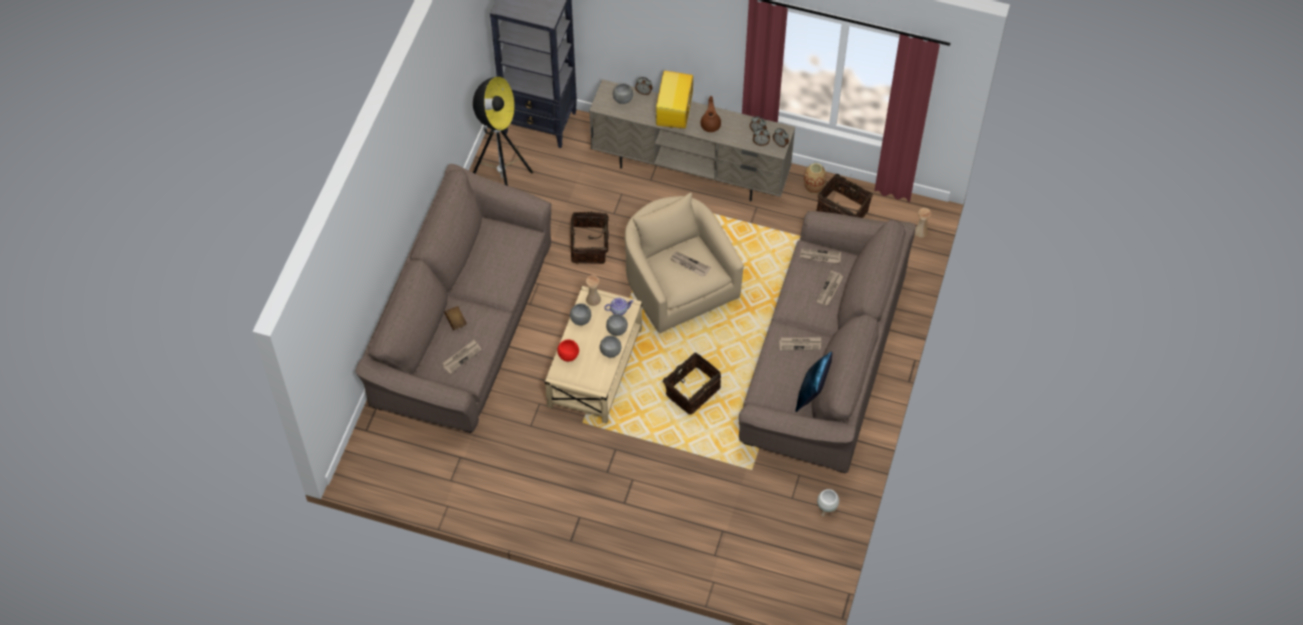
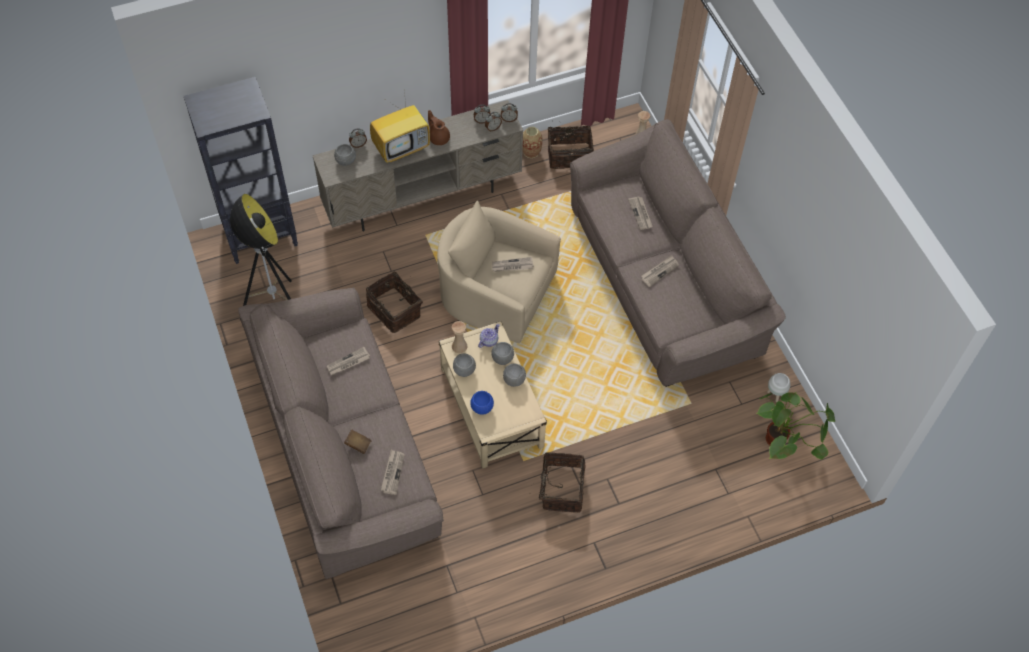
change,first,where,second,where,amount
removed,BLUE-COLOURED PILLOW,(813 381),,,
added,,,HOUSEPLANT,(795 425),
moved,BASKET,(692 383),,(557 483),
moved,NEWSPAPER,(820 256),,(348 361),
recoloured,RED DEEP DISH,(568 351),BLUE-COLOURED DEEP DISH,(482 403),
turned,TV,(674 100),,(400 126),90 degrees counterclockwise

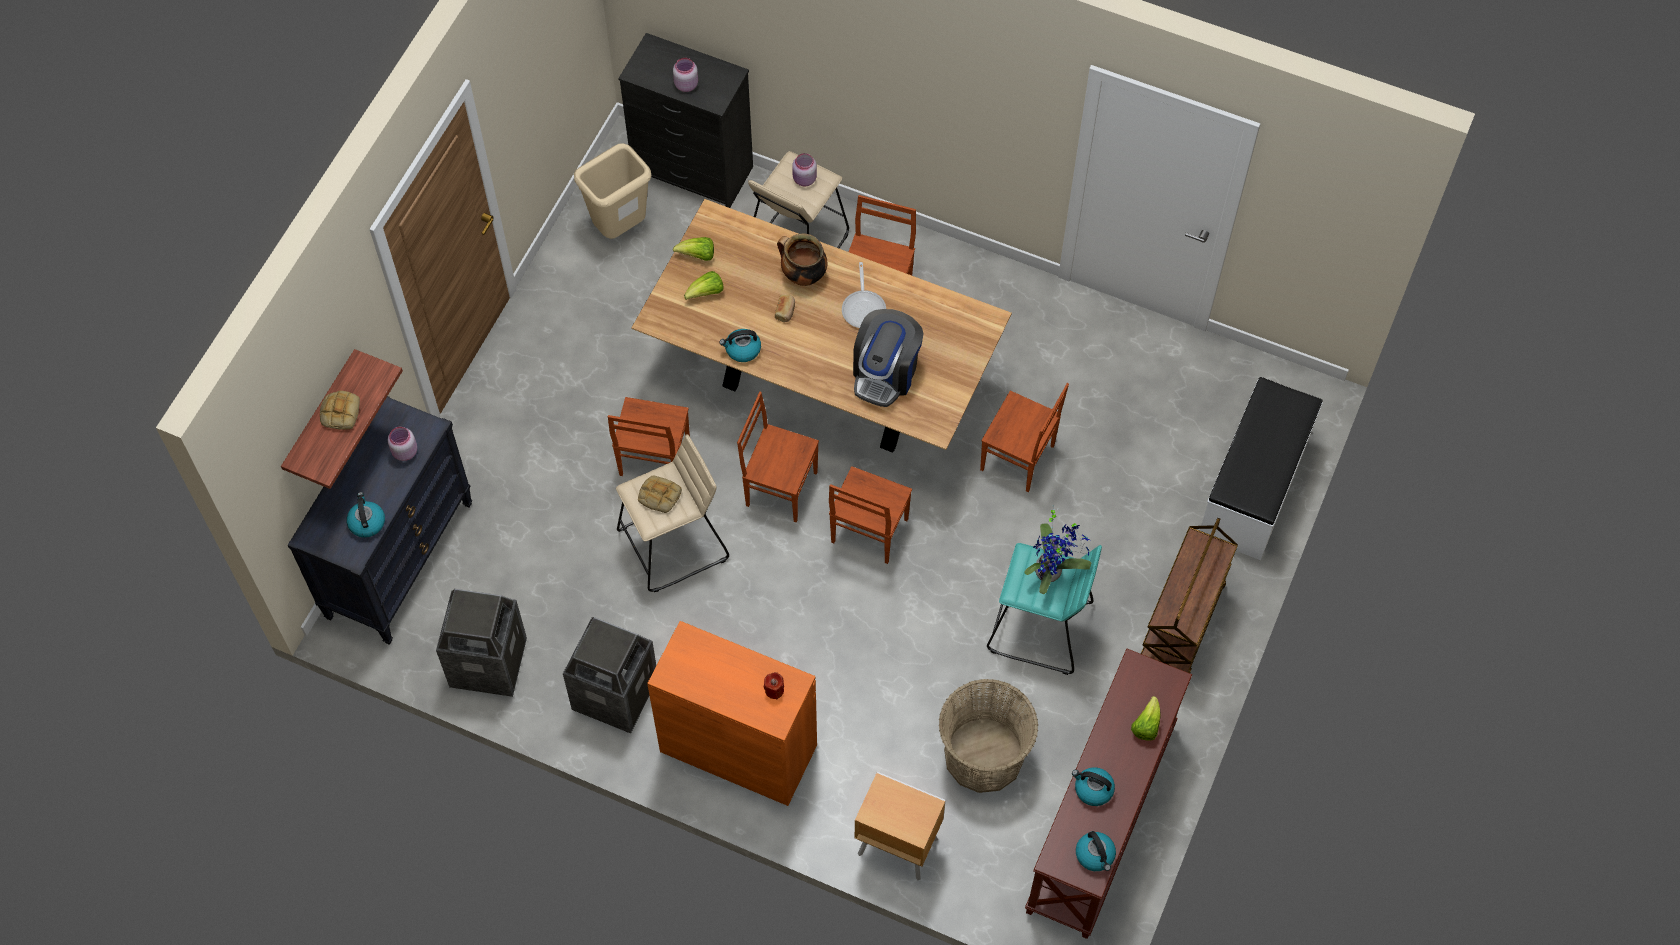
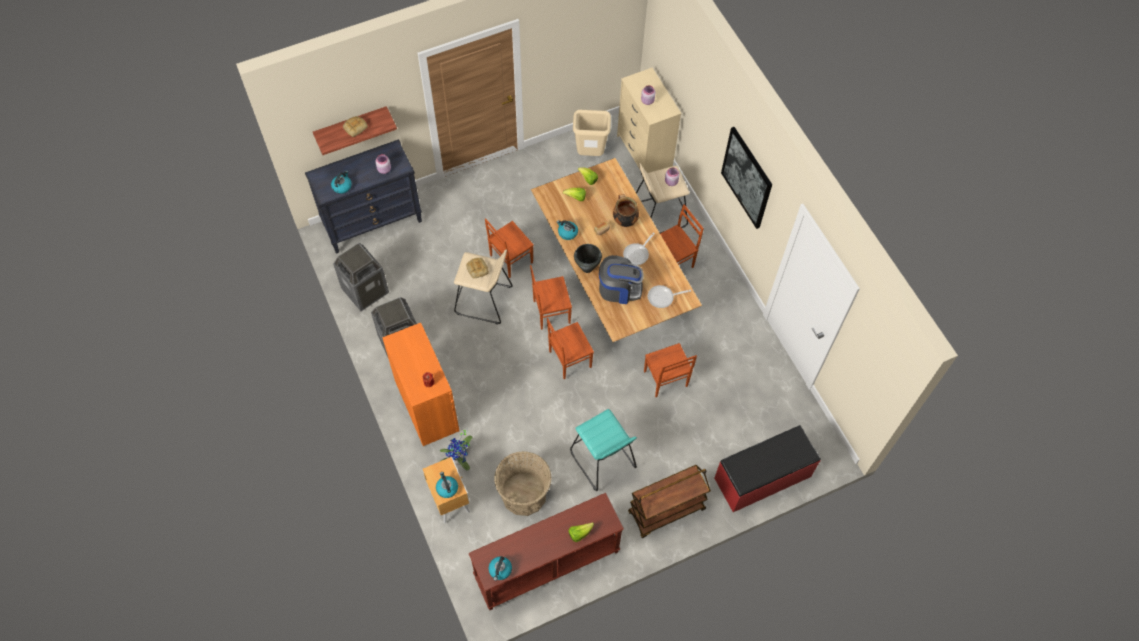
change,first,where,second,where,amount
added,,,BLACKISH COOKING POT,(588 258),
added,,,PAN,(669 296),
added,,,WALL ART,(746 178),
moved,HOUSEPLANT,(1057 549),,(456 450),
moved,WATER KETTLE,(1093 786),,(447 485),
recoloured,BLACKISH DRAWER CHEST,(685 120),BEIGE DRAWER CHEST,(649 123),
recoloured,WHITE BENCH,(1261 468),RED BENCH,(767 468),
turned,BROWN-COLOURED UPRIGHT CHAIR,(778 457),,(551 297),75 degrees counterclockwise
turned,COFFEE BREWER,(888 358),,(621 279),150 degrees counterclockwise

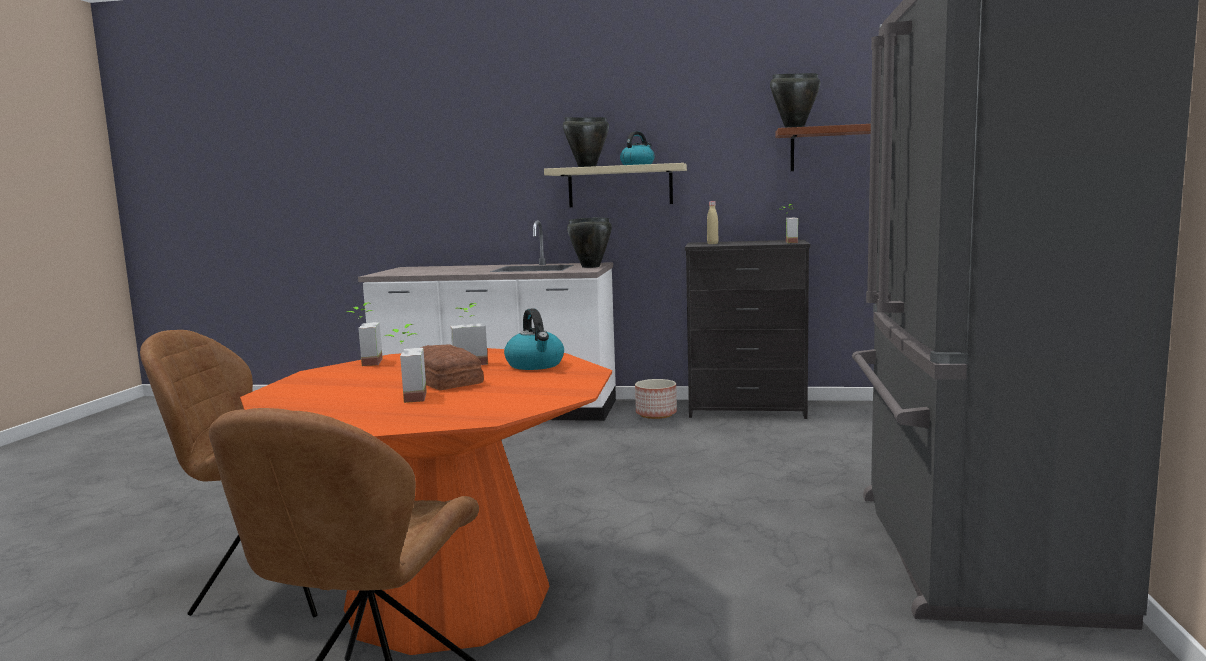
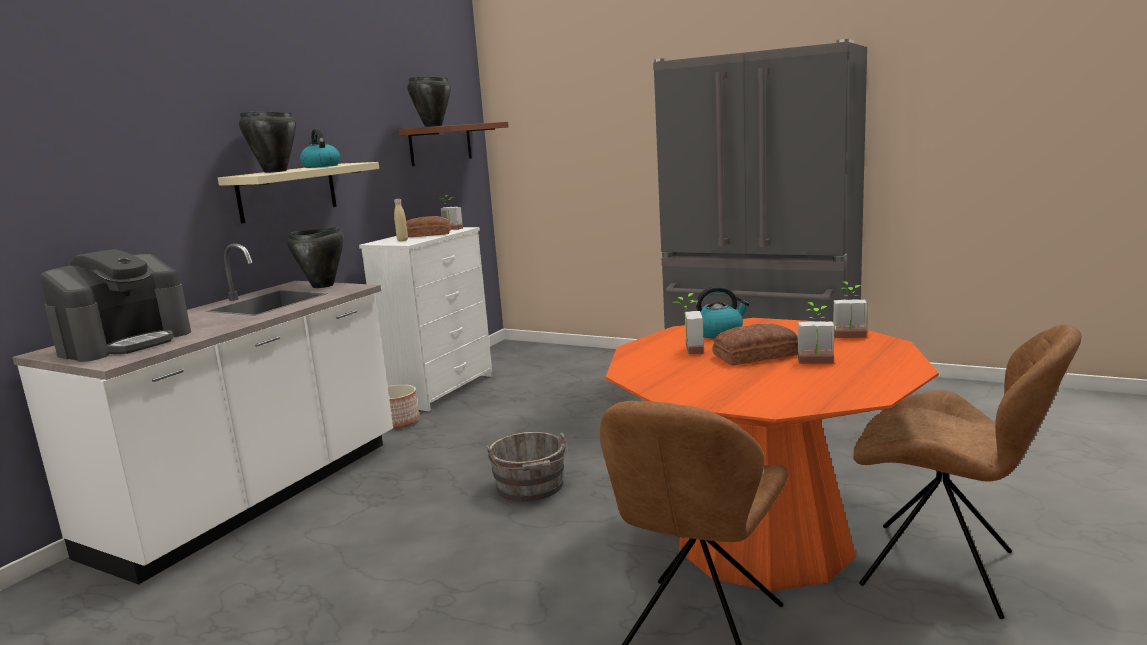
change,first,where,second,where,amount
added,,,COFFEE BREWER,(115 305),
added,,,BAKED BREAD,(428 227),
added,,,GRAY BUCKET,(527 466),
moved,HOUSEPLANT,(365 334),,(850 309),
recoloured,BLACKISH DRAWER CHEST,(747 329),WHITE DRAWER CHEST,(426 319),

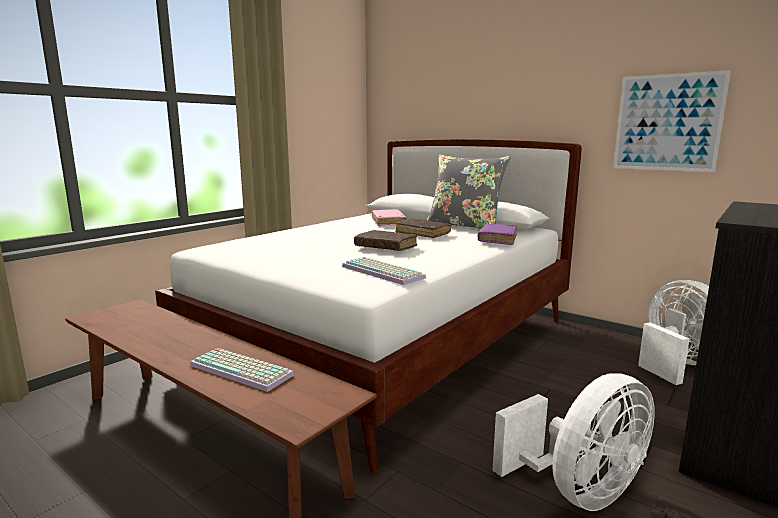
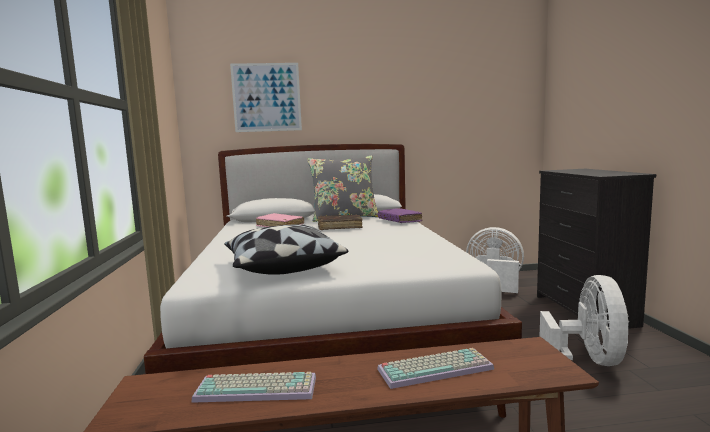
change,first,where,second,where,amount
removed,BROWN-COLOURED BOUND BOOK,(385 240),,,
added,,,PILLOW,(286 249),
moved,KEYBOARD,(384 271),,(253 387),
moved,WALL ART,(672 121),,(266 97),

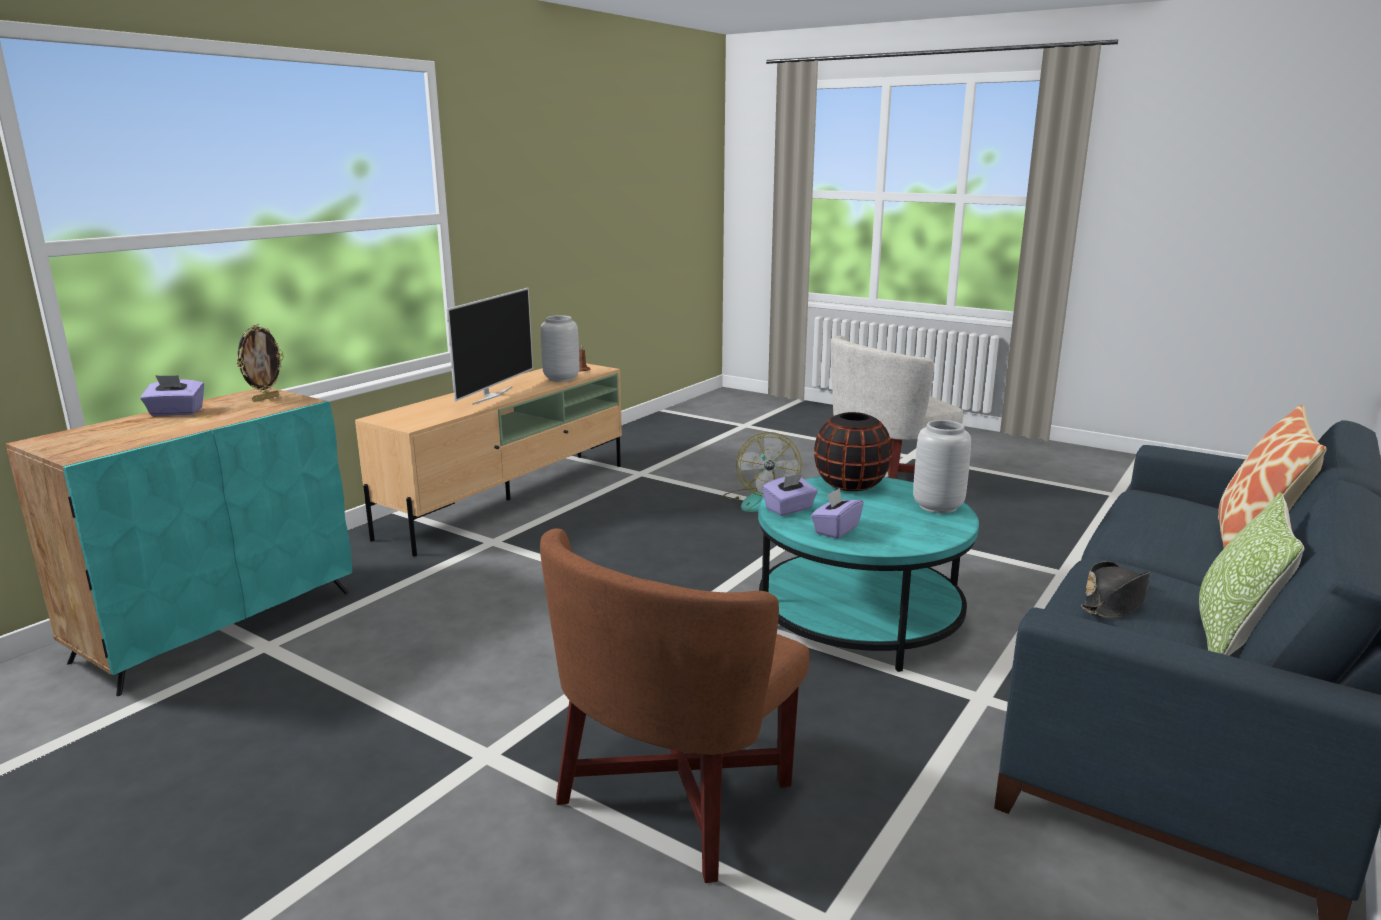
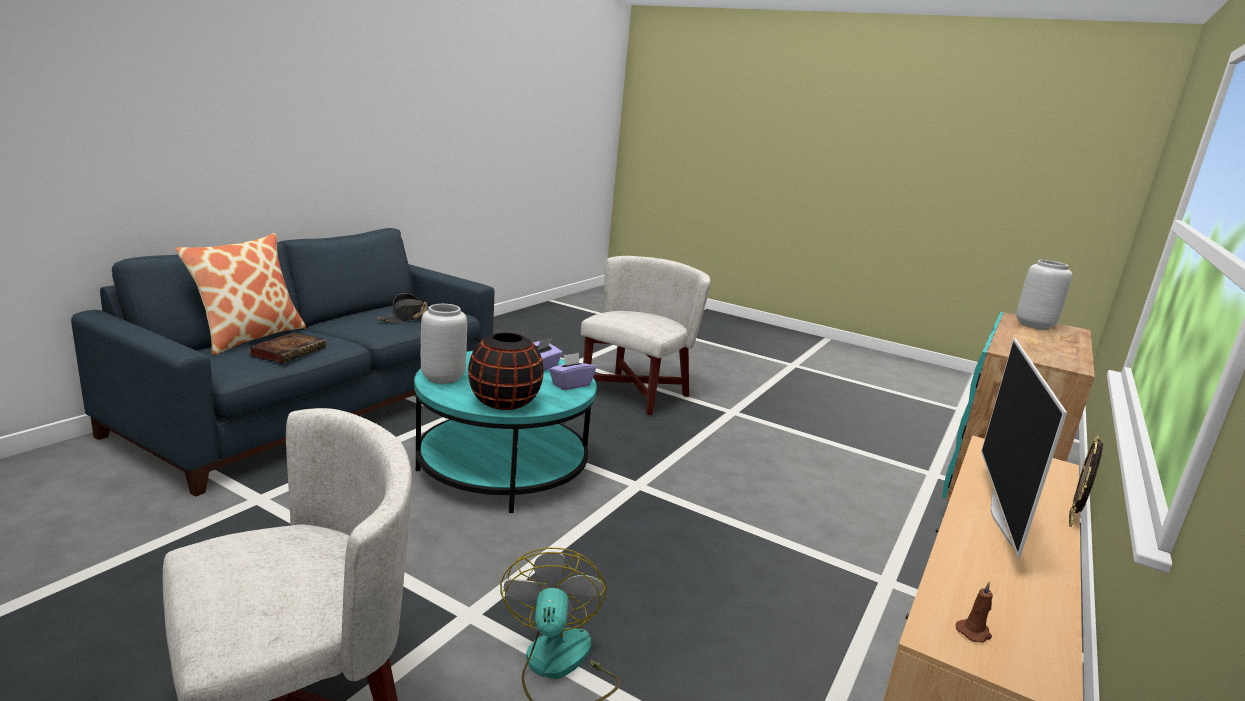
change,first,where,second,where,amount
removed,PURPLE TISSUE HOLDER,(172 395),,,
removed,PILLOW,(1251 574),,,
added,,,BOUND BOOK,(287 347),
moved,PICTURE FRAME,(260 363),,(1086 481),
moved,GRAY DECORATIVE VASE,(560 348),,(1044 295),
recoloured,BROWN-COLOURED LOUNGE CHAIR,(675 705),WHITE LOUNGE CHAIR,(646 335),

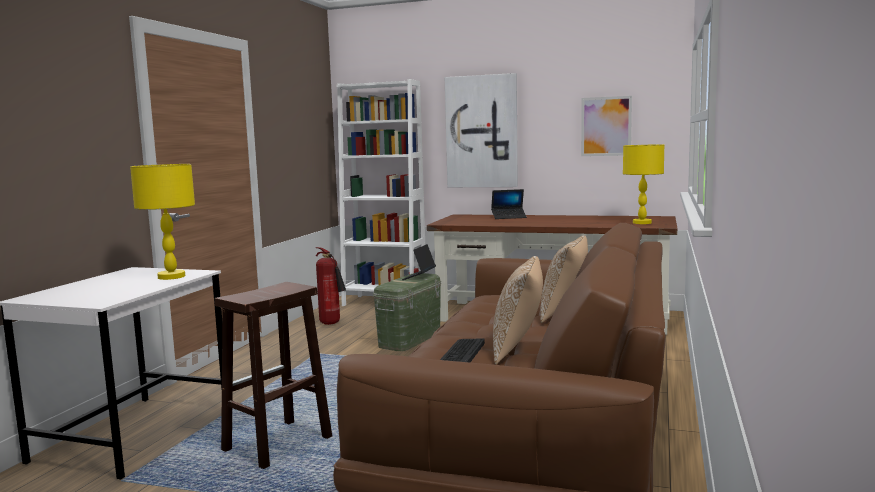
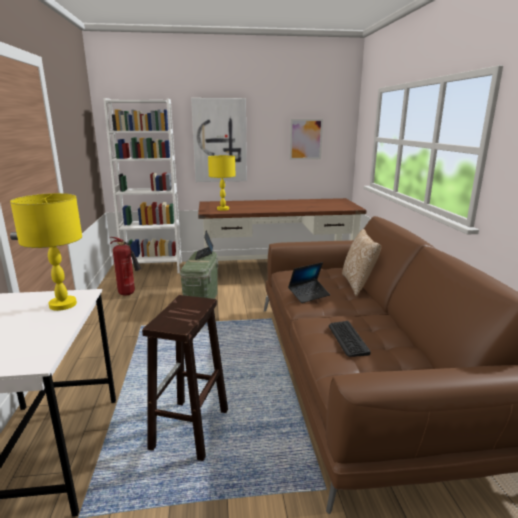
change,first,where,second,where,amount
removed,PILLOW,(518 310),,,
moved,NOTEBOOK COMPUTER,(509 204),,(309 282),
moved,YELLOW TABLE LAMP,(643 184),,(221 183),

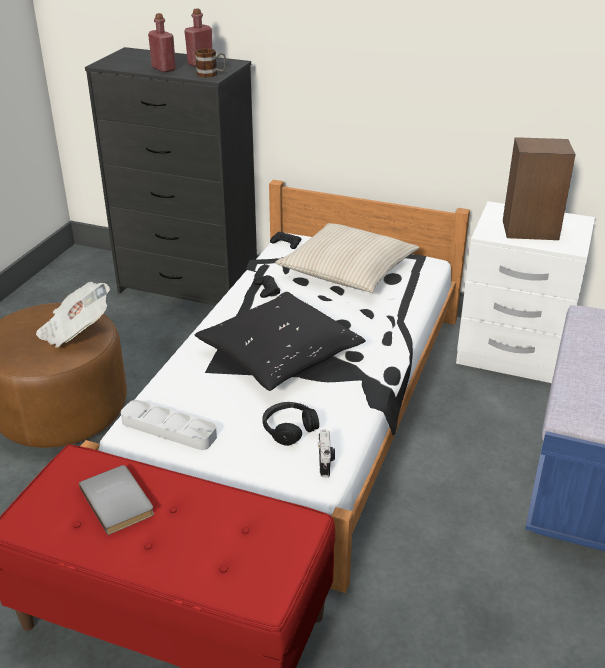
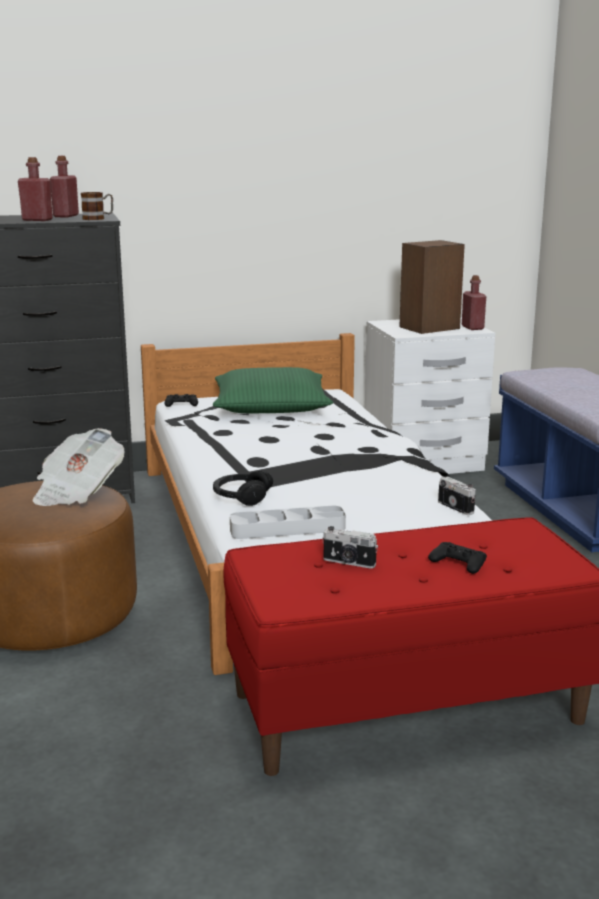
change,first,where,second,where,amount
removed,BLACKISH PILLOW,(280 341),,,
added,,,RED DRINK BOTTLE,(474 302),
moved,BLACKISH JOYPAD,(266 286),,(457 558),
moved,BLACKISH PAIR OF HEADPHONES,(290 424),,(243 488),
replaced,GRAY BOUND BOOK,(116 500),PHOTO CAMERA,(350 547),
recoloured,BEIGE PILLOW,(347 257),GREEN PILLOW,(273 390),

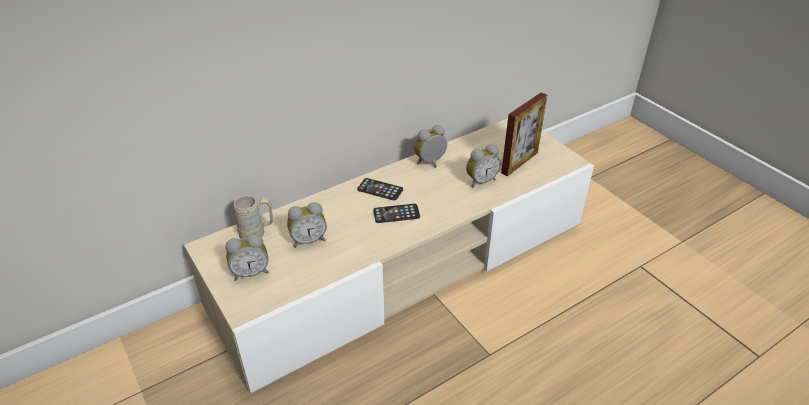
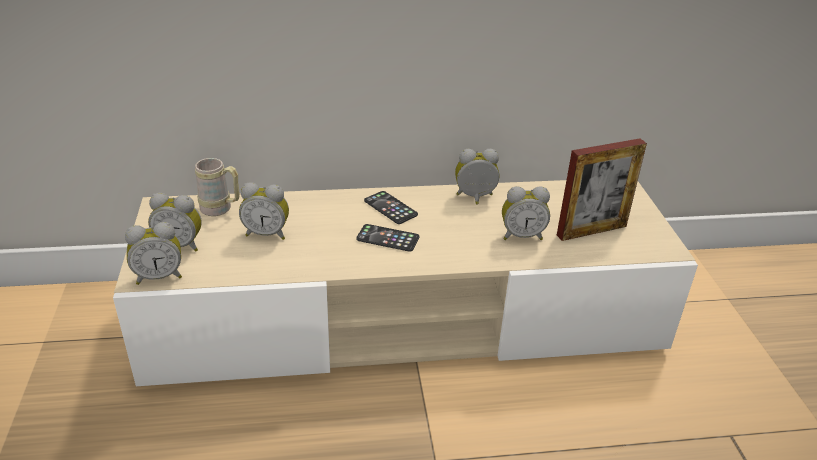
change,first,where,second,where,amount
added,,,TABLE CLOCK,(153 253),

